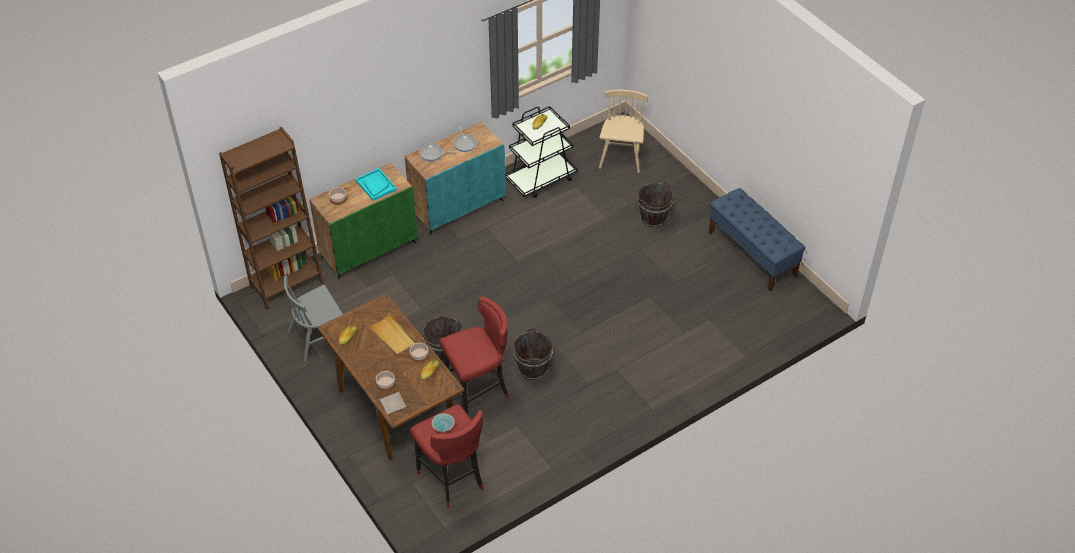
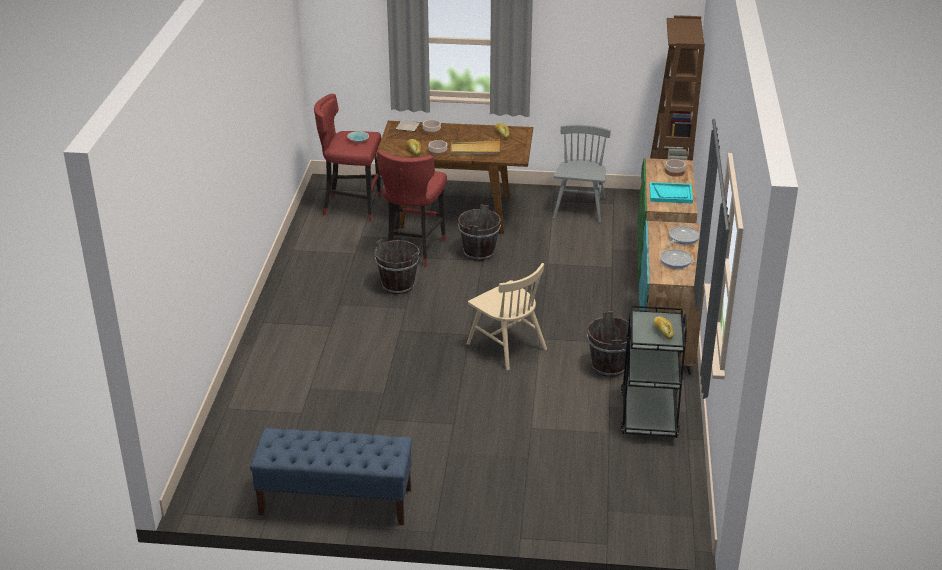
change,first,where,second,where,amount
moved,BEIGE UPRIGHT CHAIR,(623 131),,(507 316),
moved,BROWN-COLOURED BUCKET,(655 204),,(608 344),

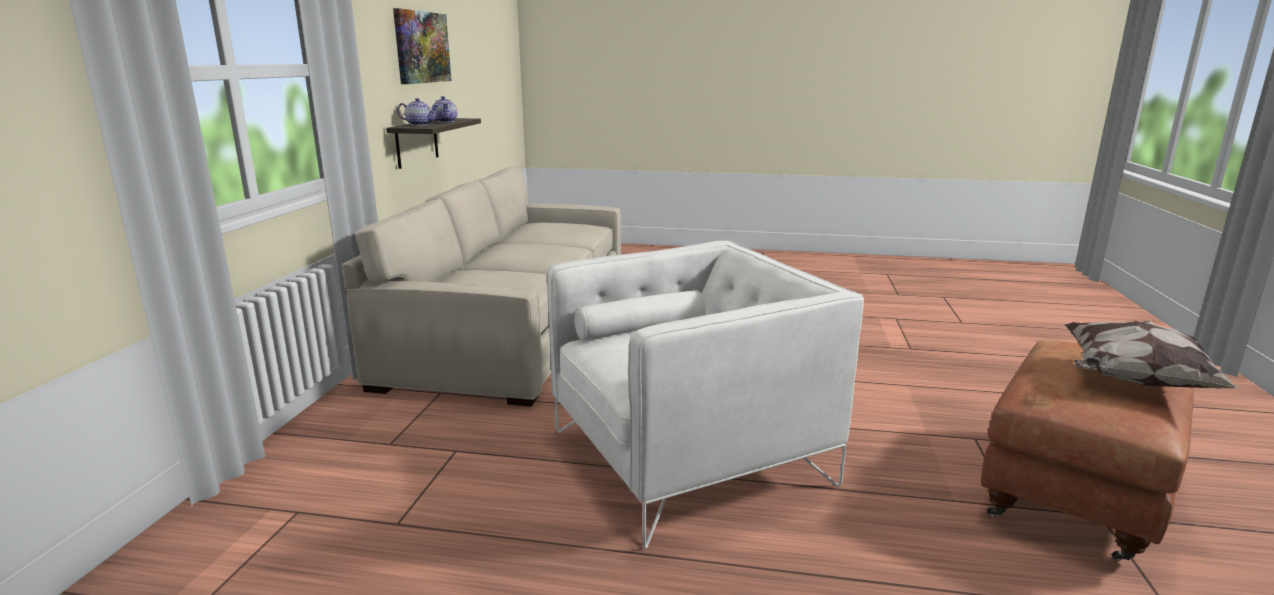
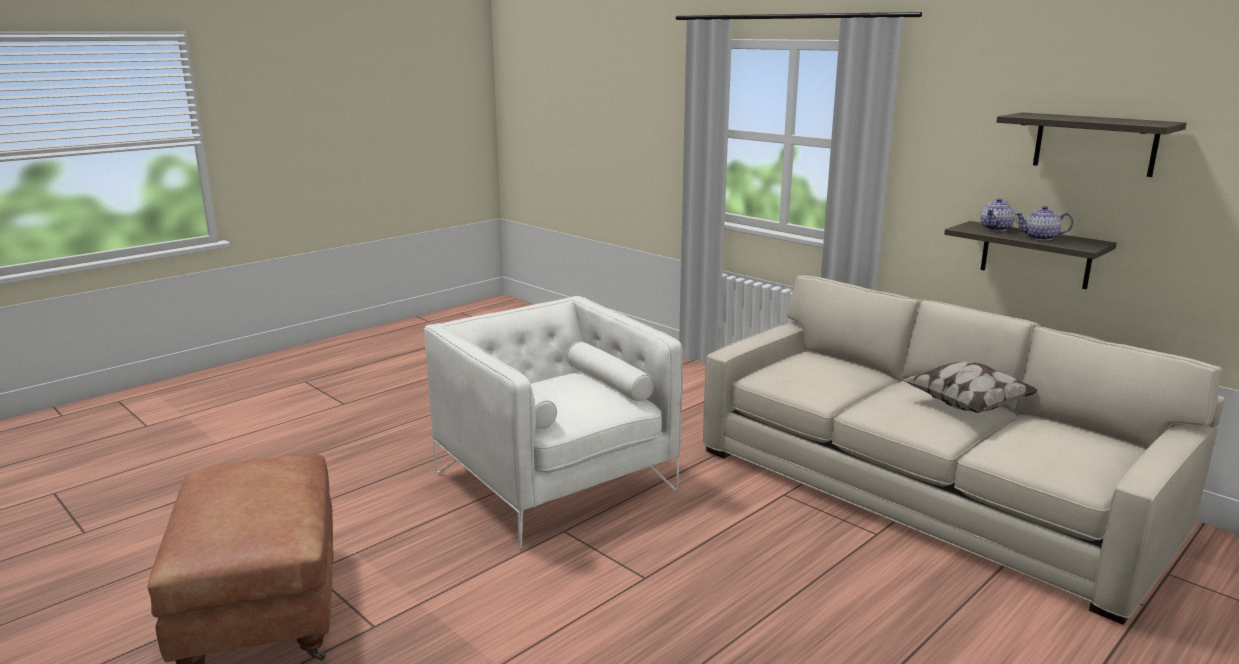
change,first,where,second,where,amount
moved,PILLOW,(1152 354),,(970 387),
replaced,WALL ART,(422 46),SHELF,(1091 144),
turned,WHITE LOUNGE CHAIR,(705 395),,(553 422),135 degrees clockwise

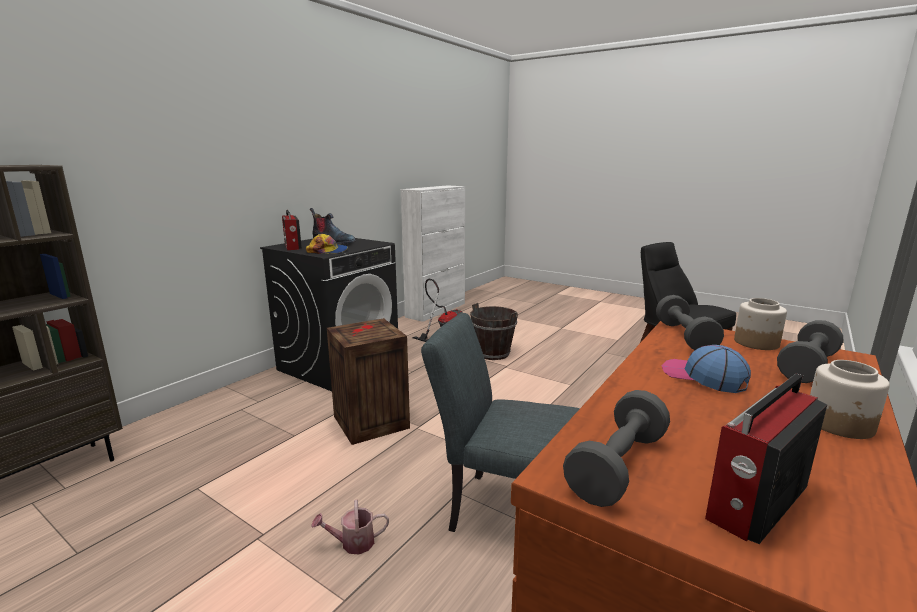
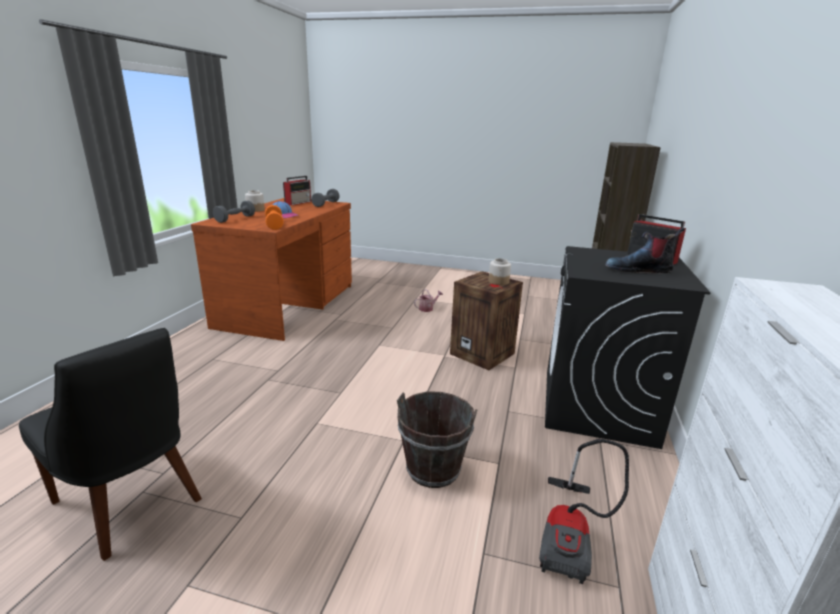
change,first,where,second,where,amount
removed,CAP,(327 244),,,
removed,GRAY UPRIGHT CHAIR,(500 422),,,
moved,JAR,(760 324),,(500 271),
recoloured,GRAY HAND WEIGHT,(690 322),ORANGE-COLOURED HAND WEIGHT,(274 217),

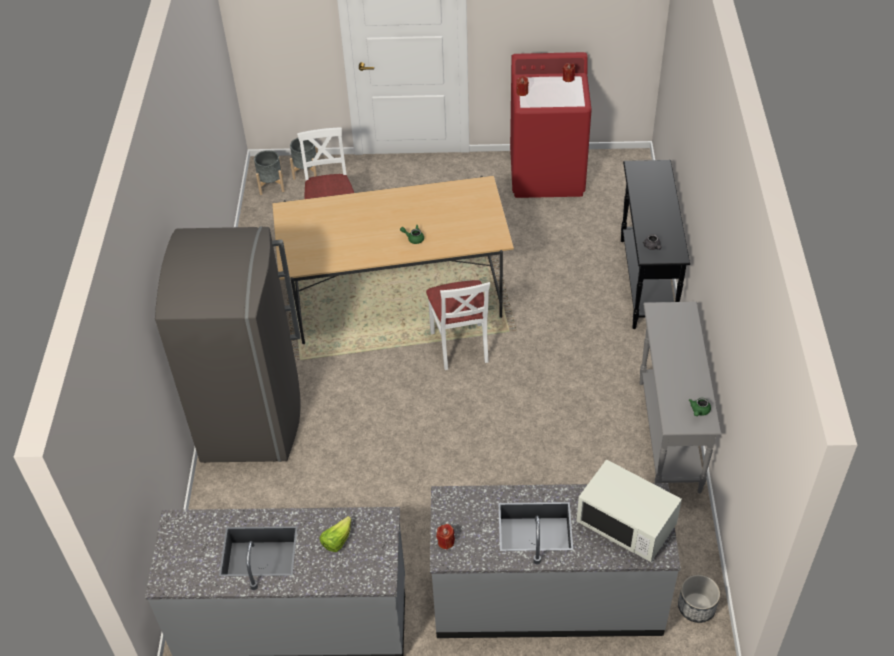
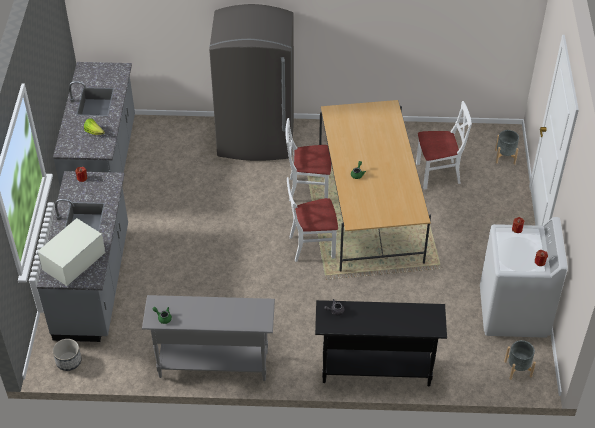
change,first,where,second,where,amount
added,,,WHITE UPRIGHT CHAIR,(308 159),
moved,GRAY PLANT POT,(269 172),,(520 360),
recoloured,RED LAUNDRY APPLIANCE,(551 125),WHITE LAUNDRY APPLIANCE,(524 277),

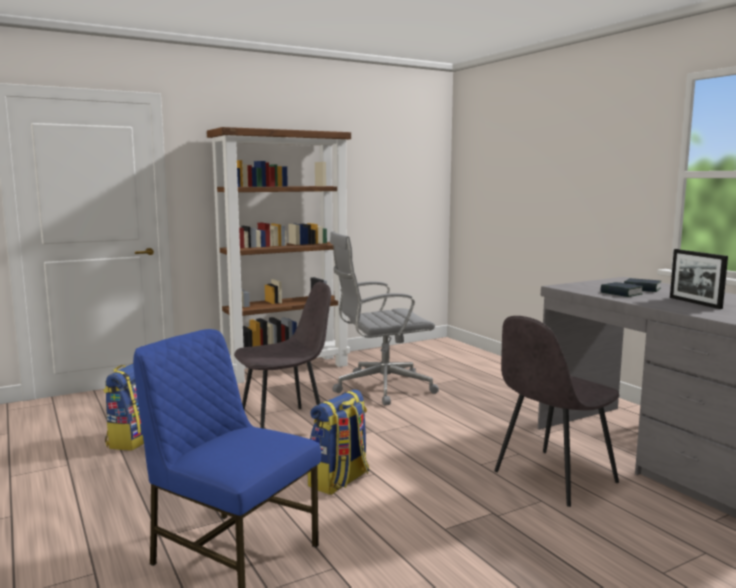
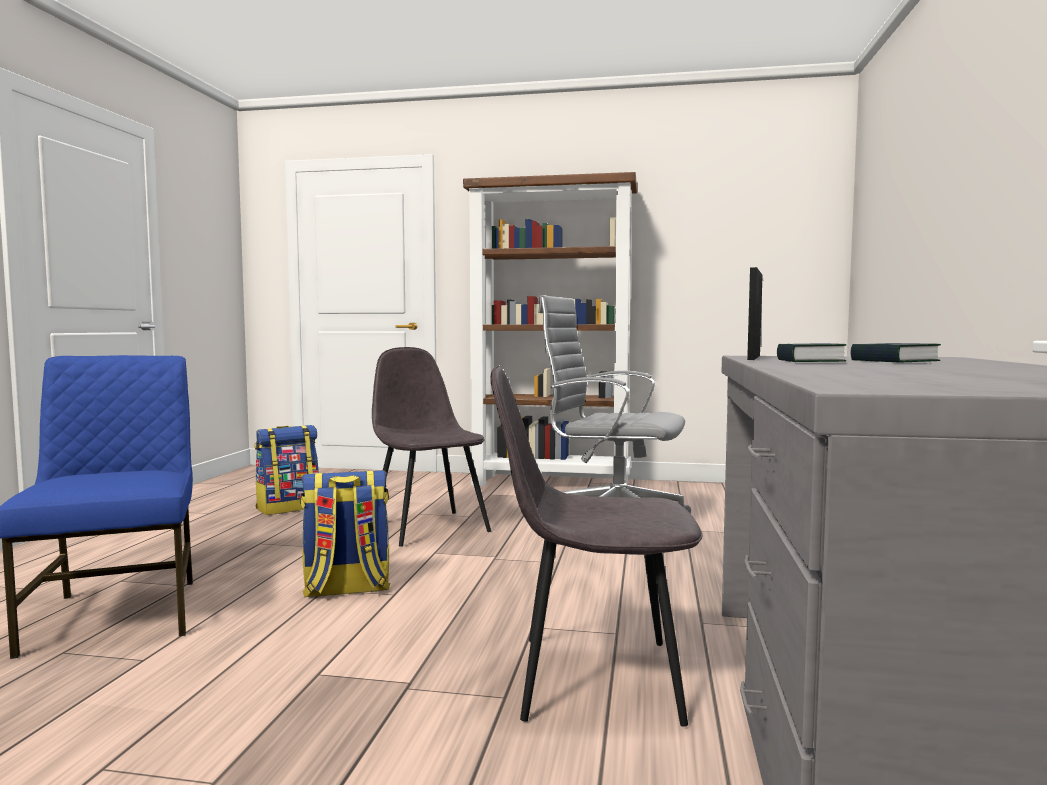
change,first,where,second,where,amount
moved,PICTURE FRAME,(699 279),,(755 313),
turned,GRAY UPRIGHT CHAIR,(282 355),,(431 447),135 degrees counterclockwise

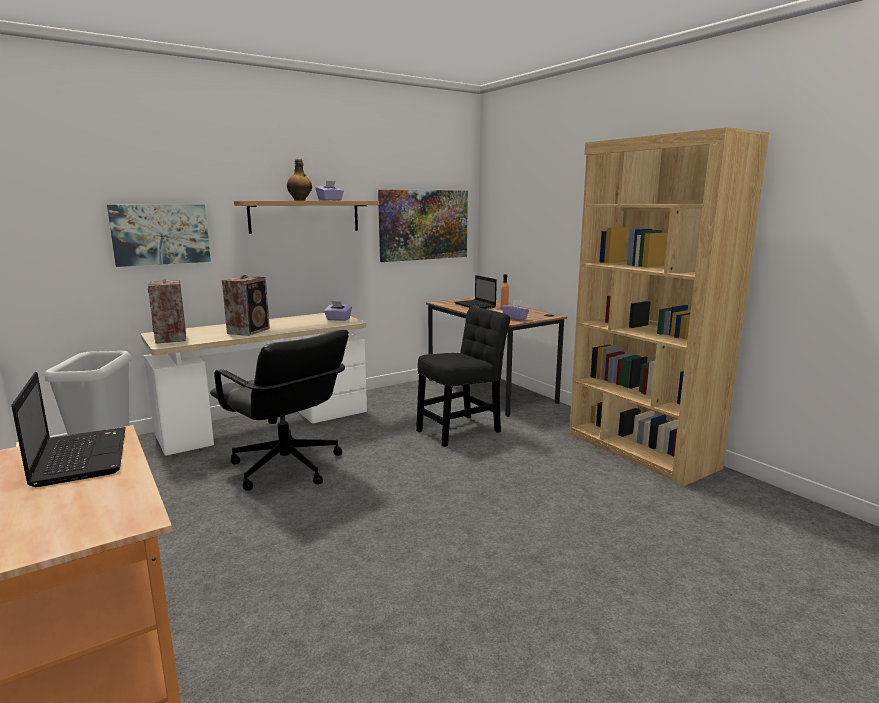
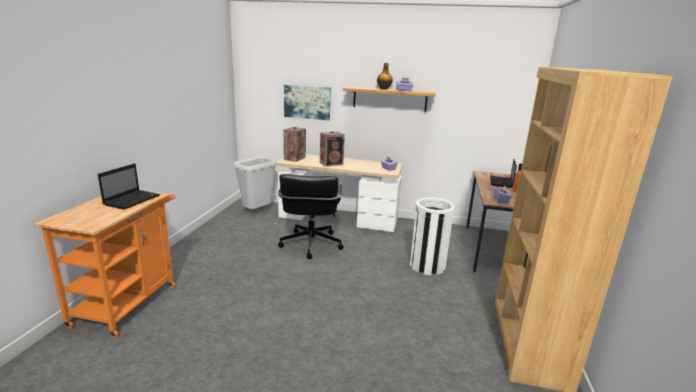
change,first,where,second,where,amount
removed,WALL ART,(423 226),,,
replaced,BLACKISH UPRIGHT CHAIR,(463 376),WHITE WASTE BIN,(432 236),

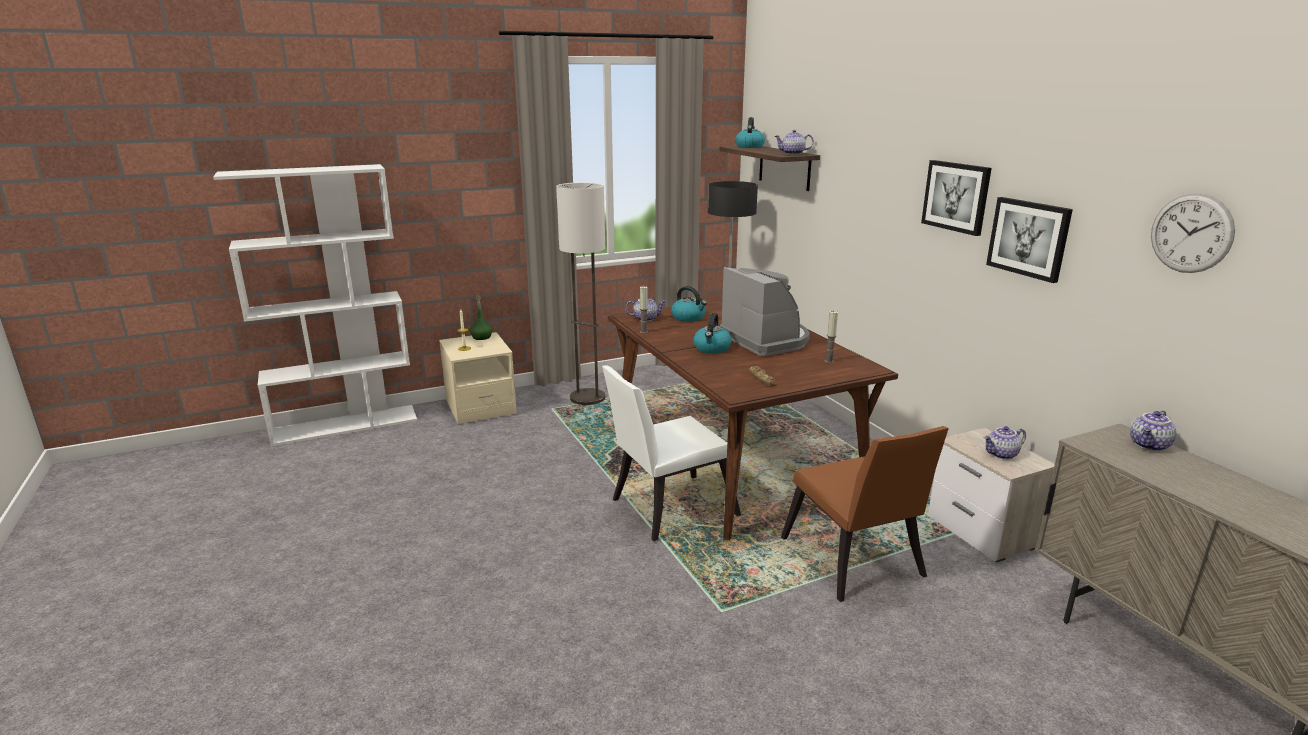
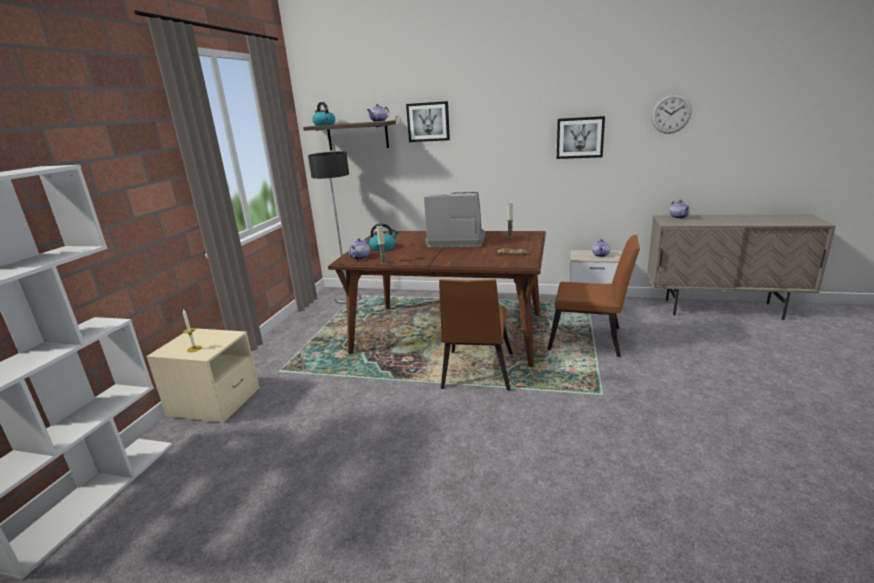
change,first,where,second,where,amount
removed,GREEN DRINK BOTTLE,(481 318),,,
removed,STANDING LAMP,(580 293),,,
removed,WATER KETTLE,(712 333),,,
moved,WALL ART,(956 198),,(428 121),
recoloured,WHITE UPRIGHT CHAIR,(671 453),BROWN-COLOURED UPRIGHT CHAIR,(476 335),

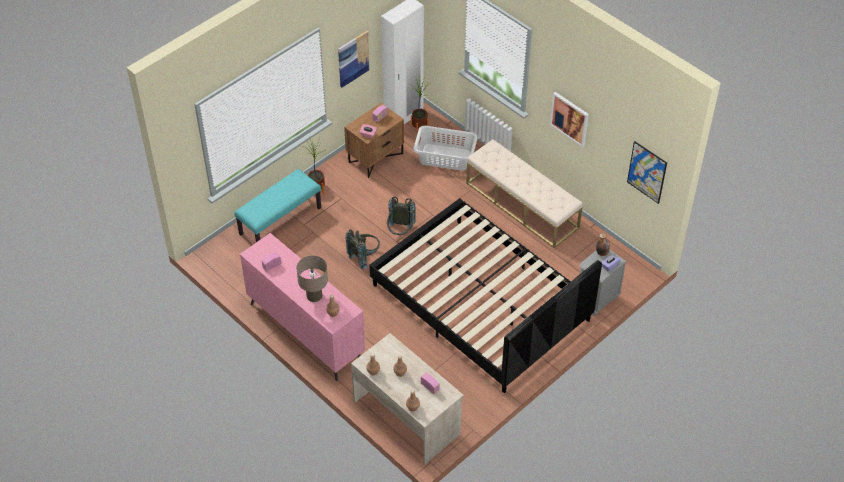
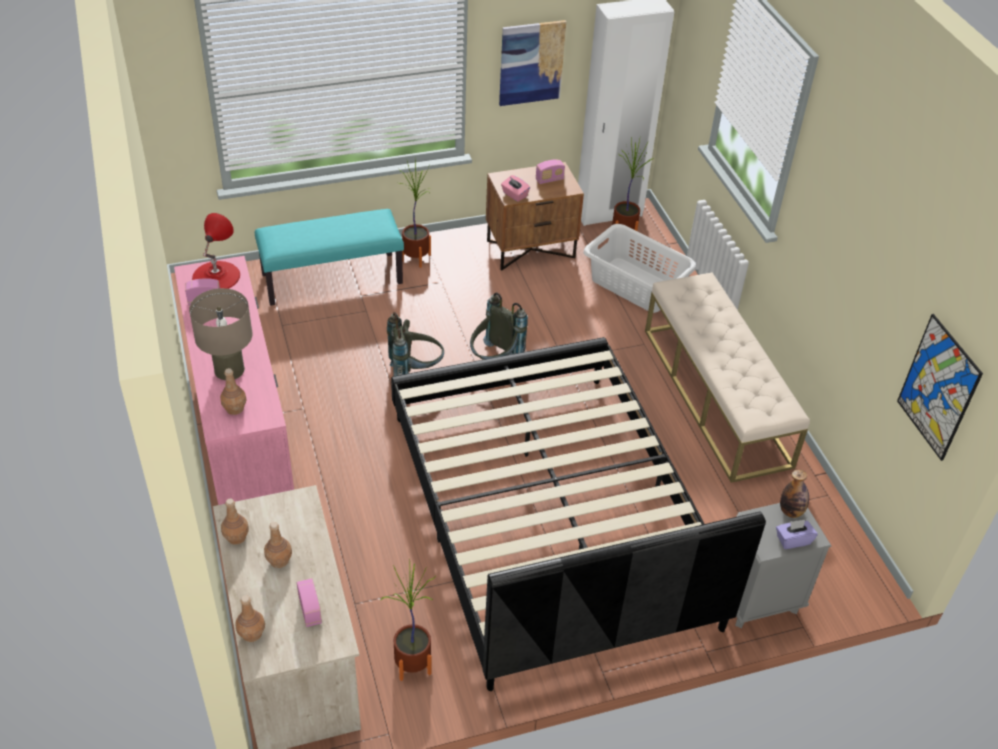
change,first,where,second,where,amount
removed,WALL ART,(569 119),,,
added,,,RED TABLE LAMP,(216 251),
added,,,HOUSEPLANT,(407 620),

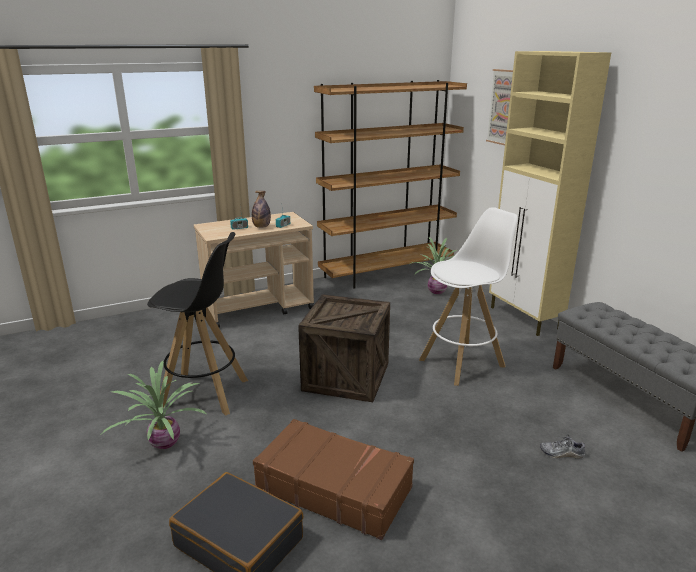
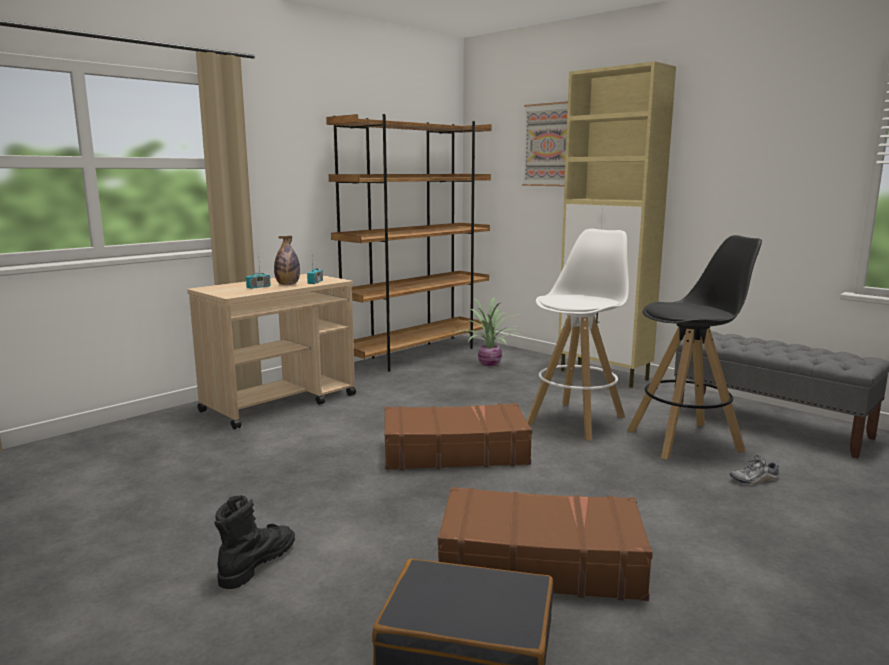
change,first,where,second,where,amount
moved,BLACKISH SITTING STOOL,(197 324),,(694 347),
replaced,HOUSEPLANT,(154 405),BLACKISH HIGH-TOP BOOT,(254 542),
replaced,CRATE,(344 348),BROWN-COLOURED TRAVEL CASE,(458 436),

